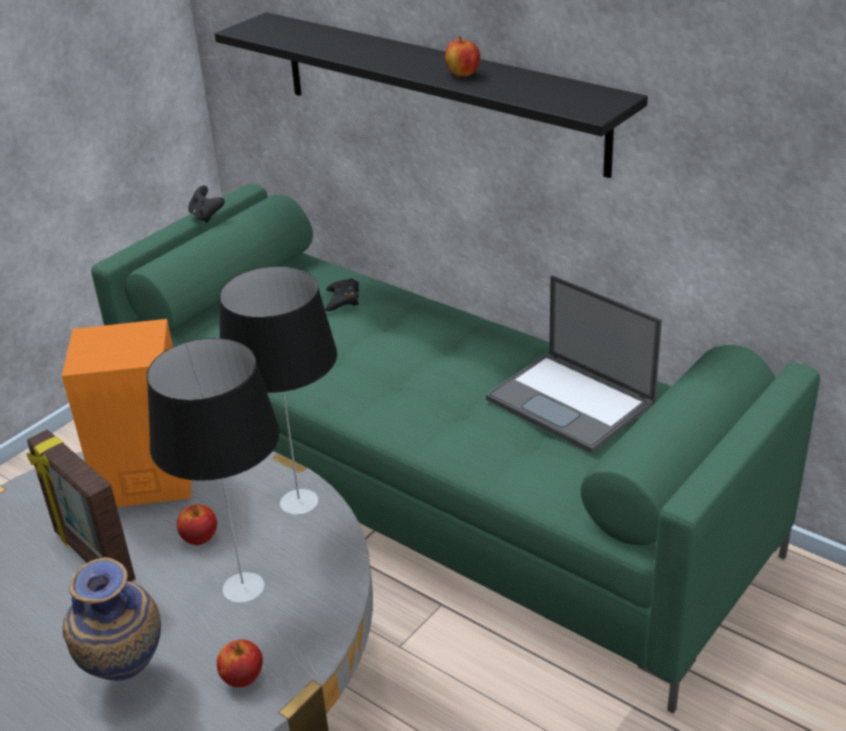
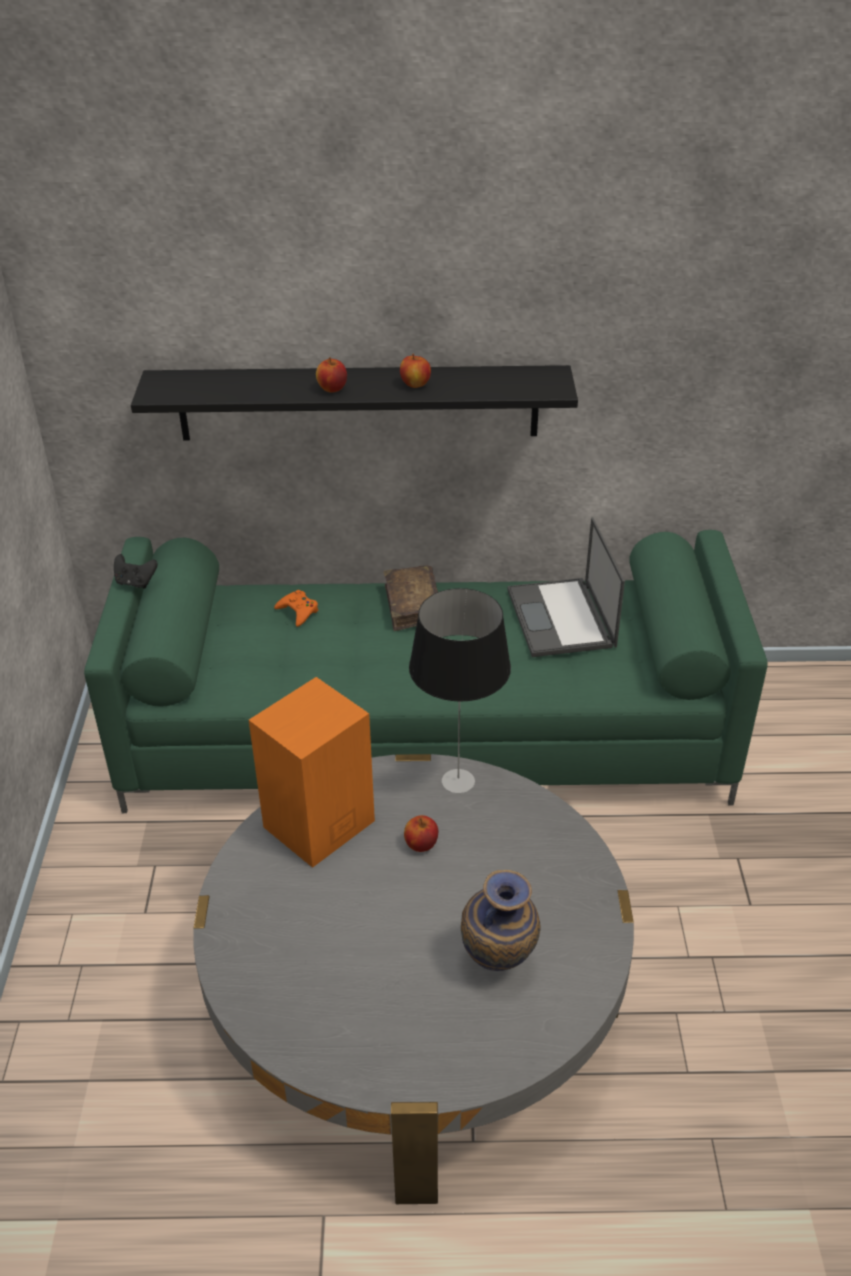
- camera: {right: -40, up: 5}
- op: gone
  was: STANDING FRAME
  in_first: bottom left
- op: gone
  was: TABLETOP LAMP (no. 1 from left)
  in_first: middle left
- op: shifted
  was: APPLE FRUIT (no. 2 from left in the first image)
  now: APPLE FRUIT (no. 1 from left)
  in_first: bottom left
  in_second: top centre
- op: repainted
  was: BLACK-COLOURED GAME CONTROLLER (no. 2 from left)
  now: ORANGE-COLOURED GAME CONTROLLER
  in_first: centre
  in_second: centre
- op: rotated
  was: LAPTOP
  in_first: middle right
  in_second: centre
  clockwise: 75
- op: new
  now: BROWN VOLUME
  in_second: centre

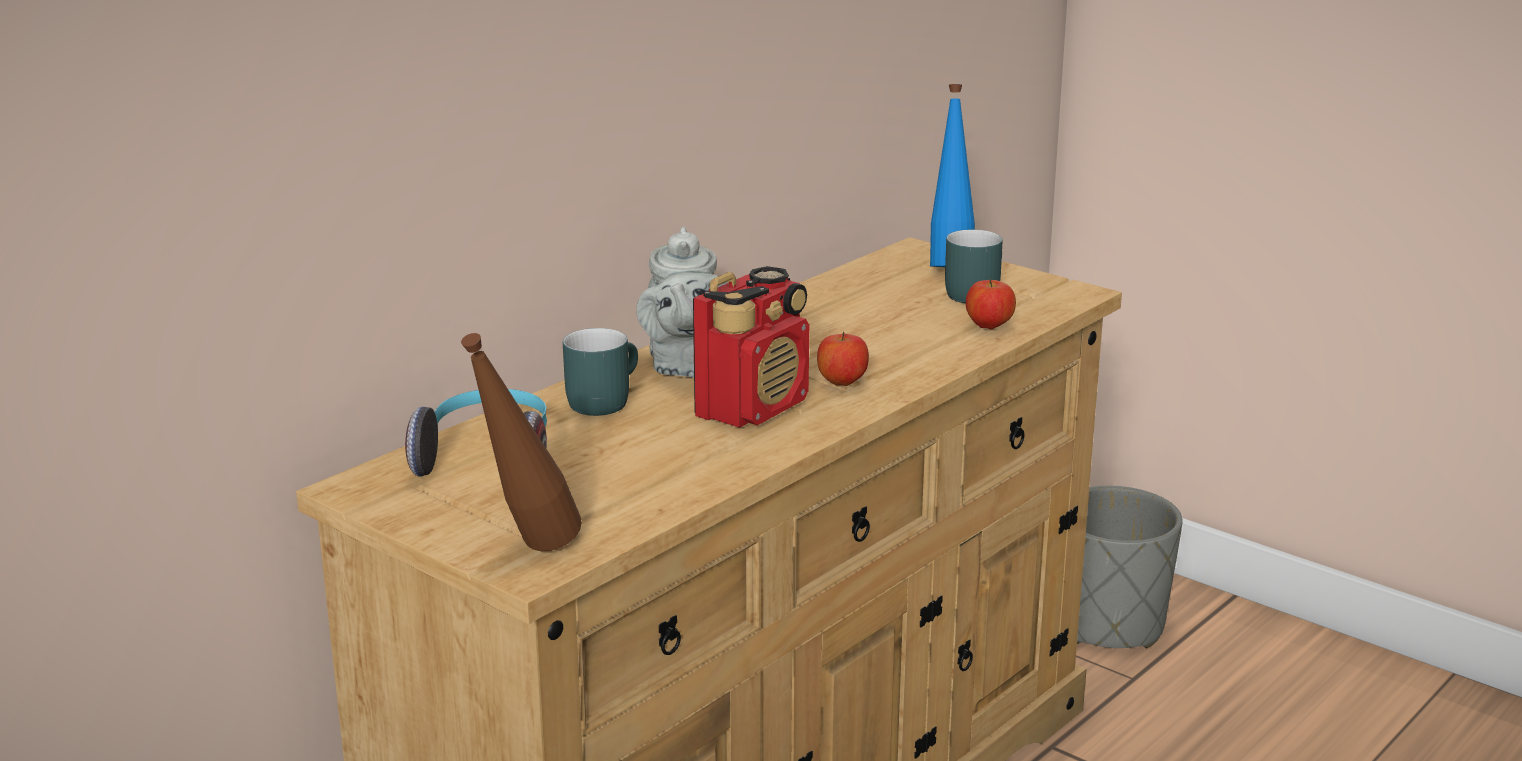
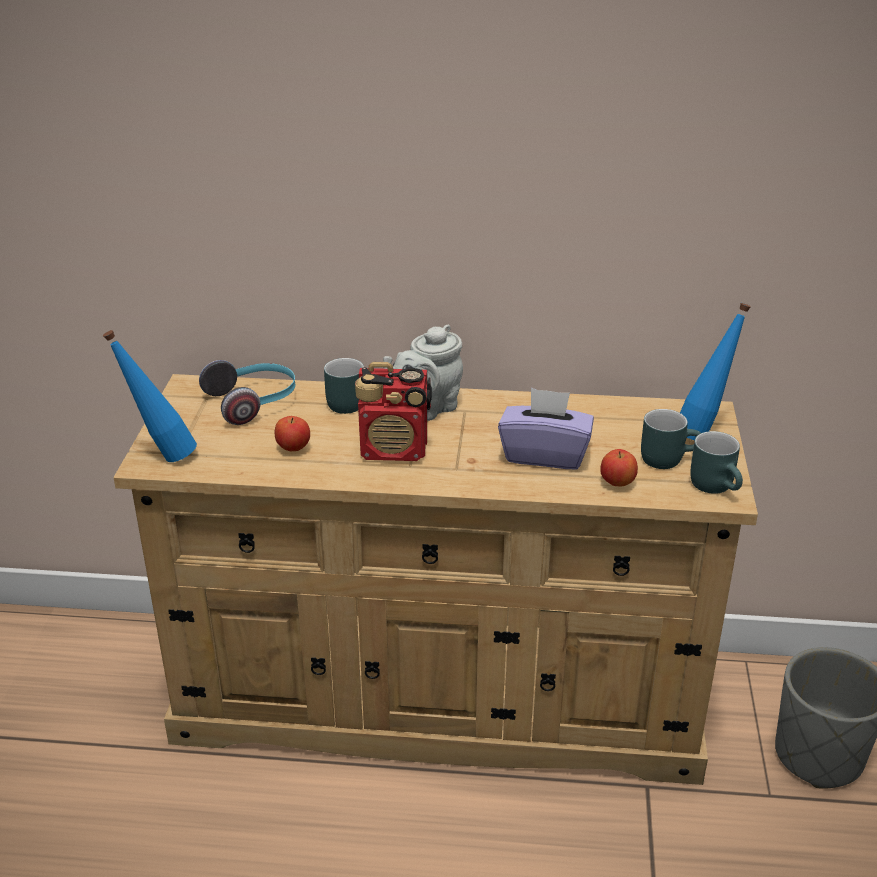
- camera: {right: 55, up: 10}
- op: repainted
  was: BROWN BEVERAGE BOTTLE
  now: BLUISH BEVERAGE BOTTLE (no. 1 from left)
  in_first: centre
  in_second: middle left
- op: shifted
  was: APPLE FRUIT (no. 1 from left)
  in_first: centre
  in_second: middle left
- op: new
  now: PURPLE-COLOURED TISSUE BOX
  in_second: centre
- op: new
  now: TURQUOISE-COLOURED TEA MUG (no. 3 from left)
  in_second: middle right

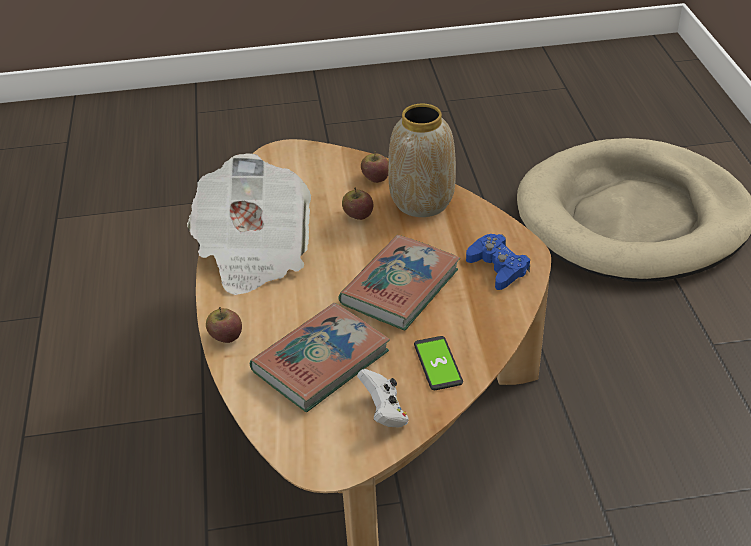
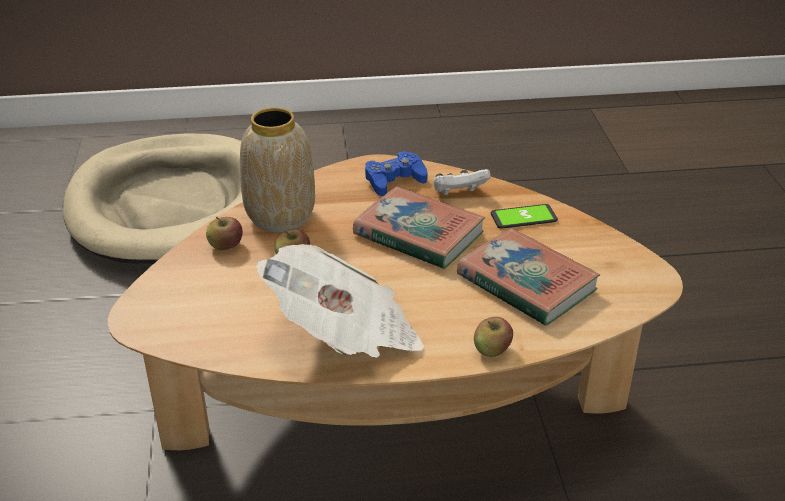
- camera: {right: -90, up: -5}
- op: shifted
  was: WHITISH GAME CONTROLLER
  in_first: bottom centre
  in_second: centre

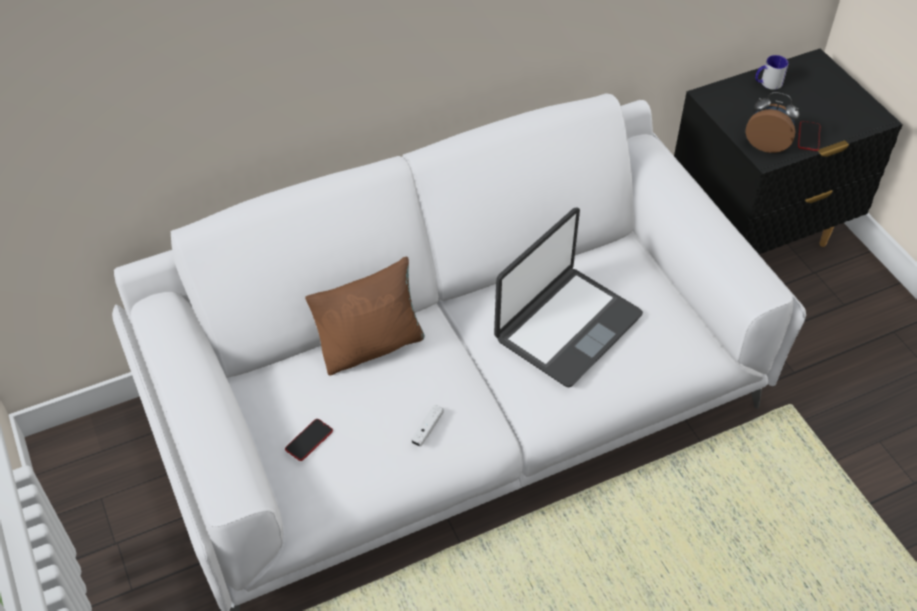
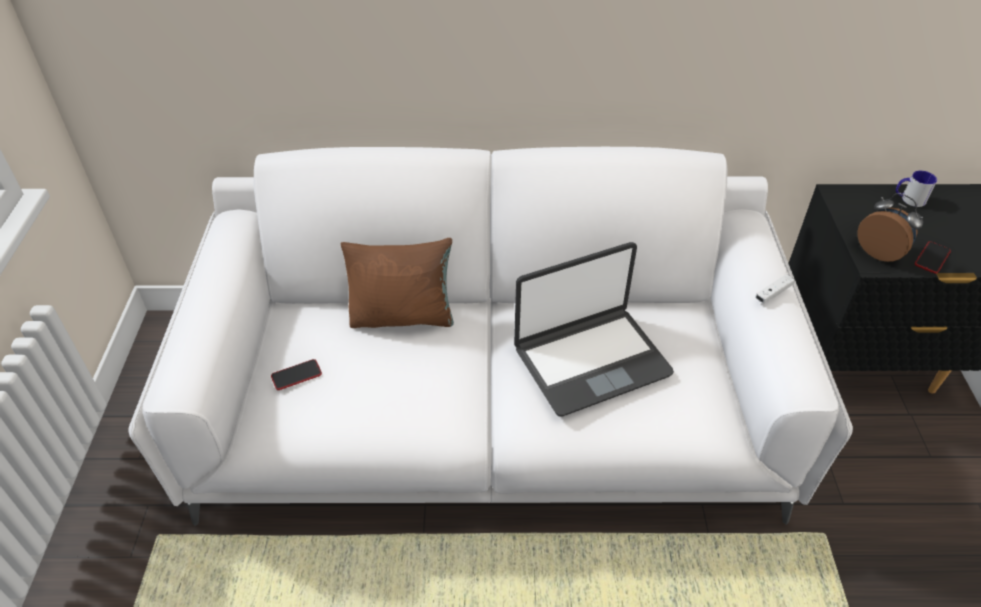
- camera: {right: 25, up: -5}
- op: shifted
  was: WHITISH GAME CONTROLLER
  in_first: bottom centre
  in_second: middle right

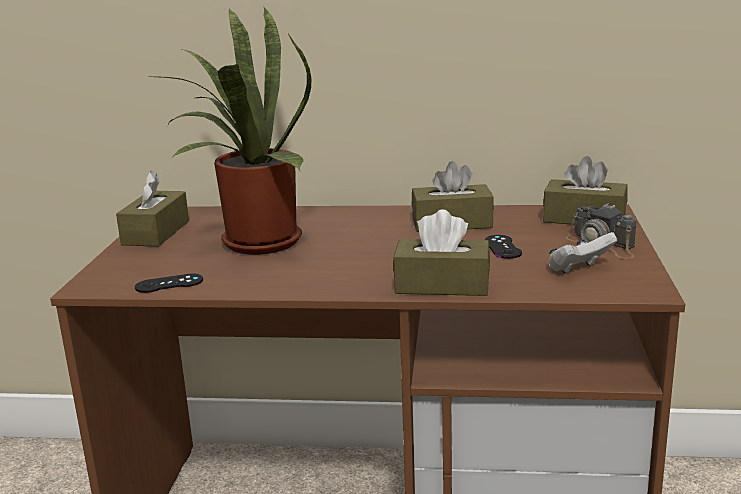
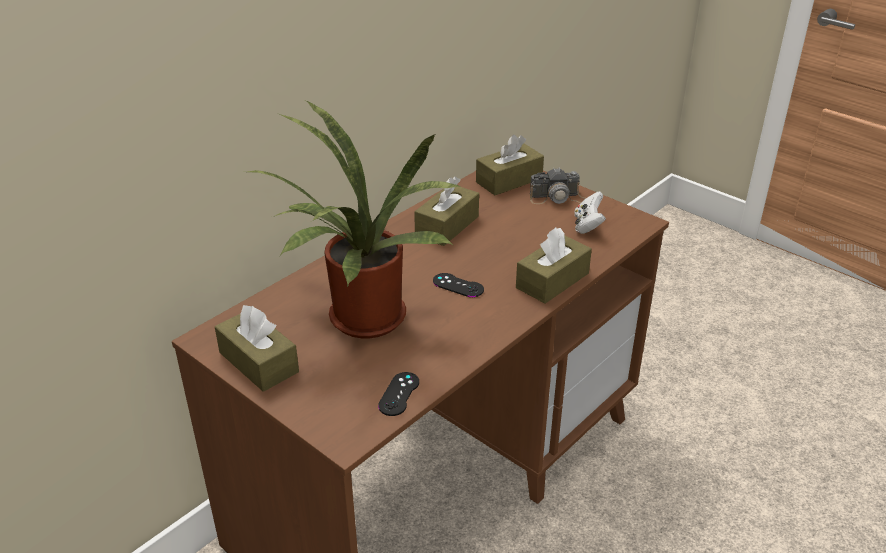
- camera: {right: -55, up: 15}
- op: shifted
  was: BLACK-COLOURED GAME CONTROLLER (no. 2 from left)
  in_first: middle right
  in_second: centre

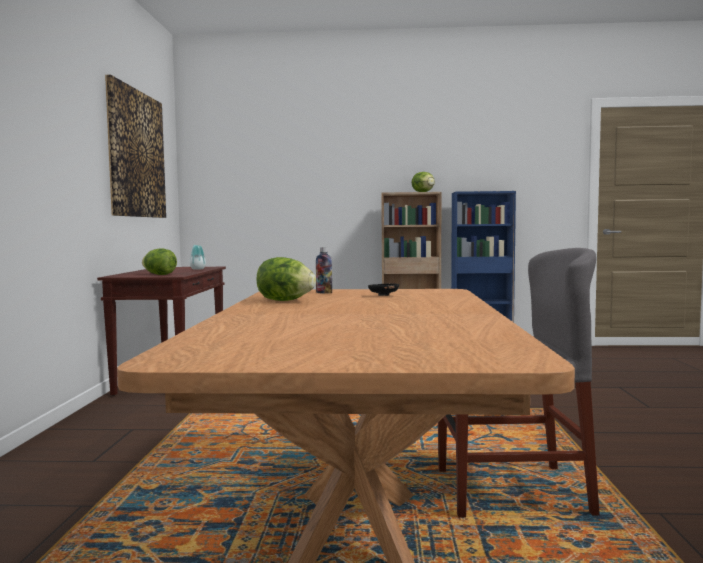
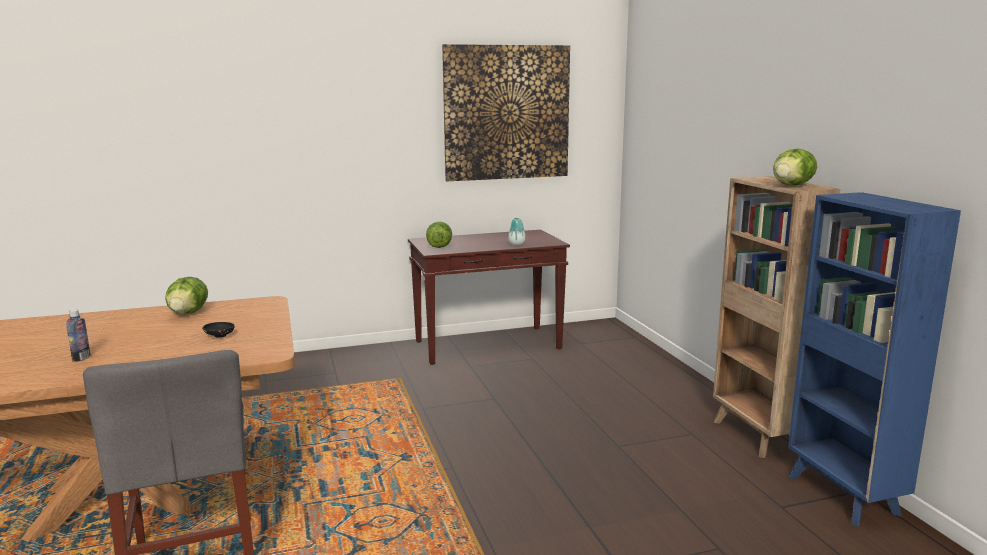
- camera: {right: 70, up: 10}
- op: shifted
  was: BEVERAGE BOTTLE
  in_first: centre
  in_second: middle left

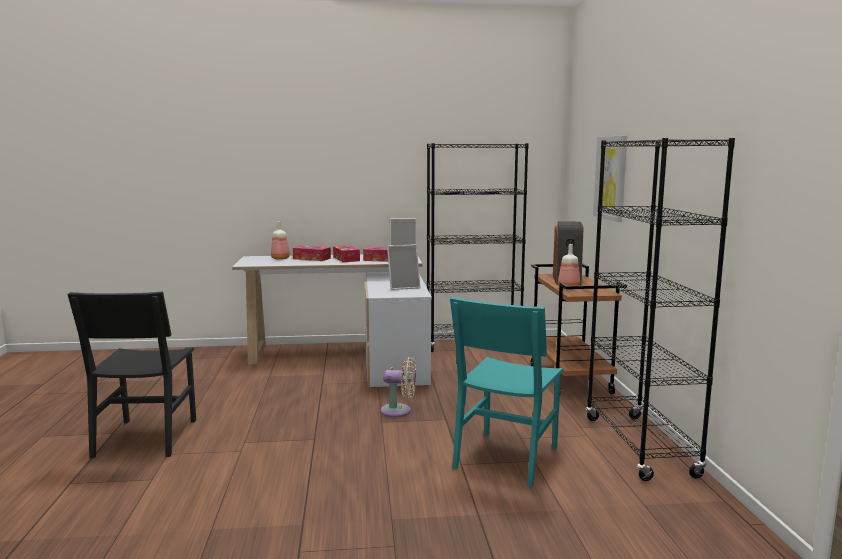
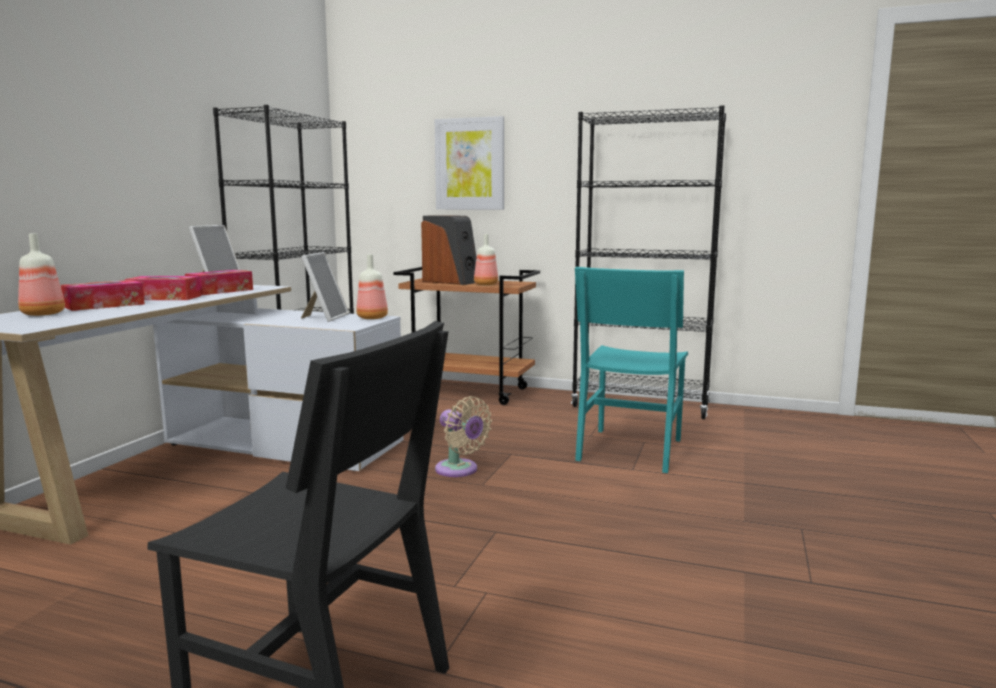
- camera: {right: -65, up: 0}
- op: rotated
  was: BEIGE-COLOURED ELECTRIC FAN
  in_first: bottom centre
  in_second: centre
  clockwise: 105
- op: rotated
  was: TURQUOISE-COLOURED CHAIR
  in_first: bottom centre
  in_second: centre
  clockwise: 60
- op: new
  now: BEVERAGE BOTTLE (no. 2 from left)
  in_second: centre

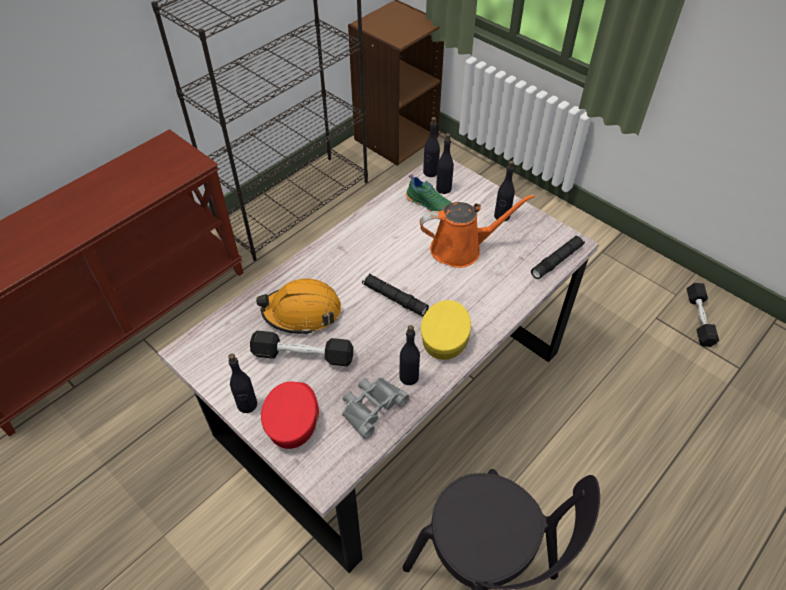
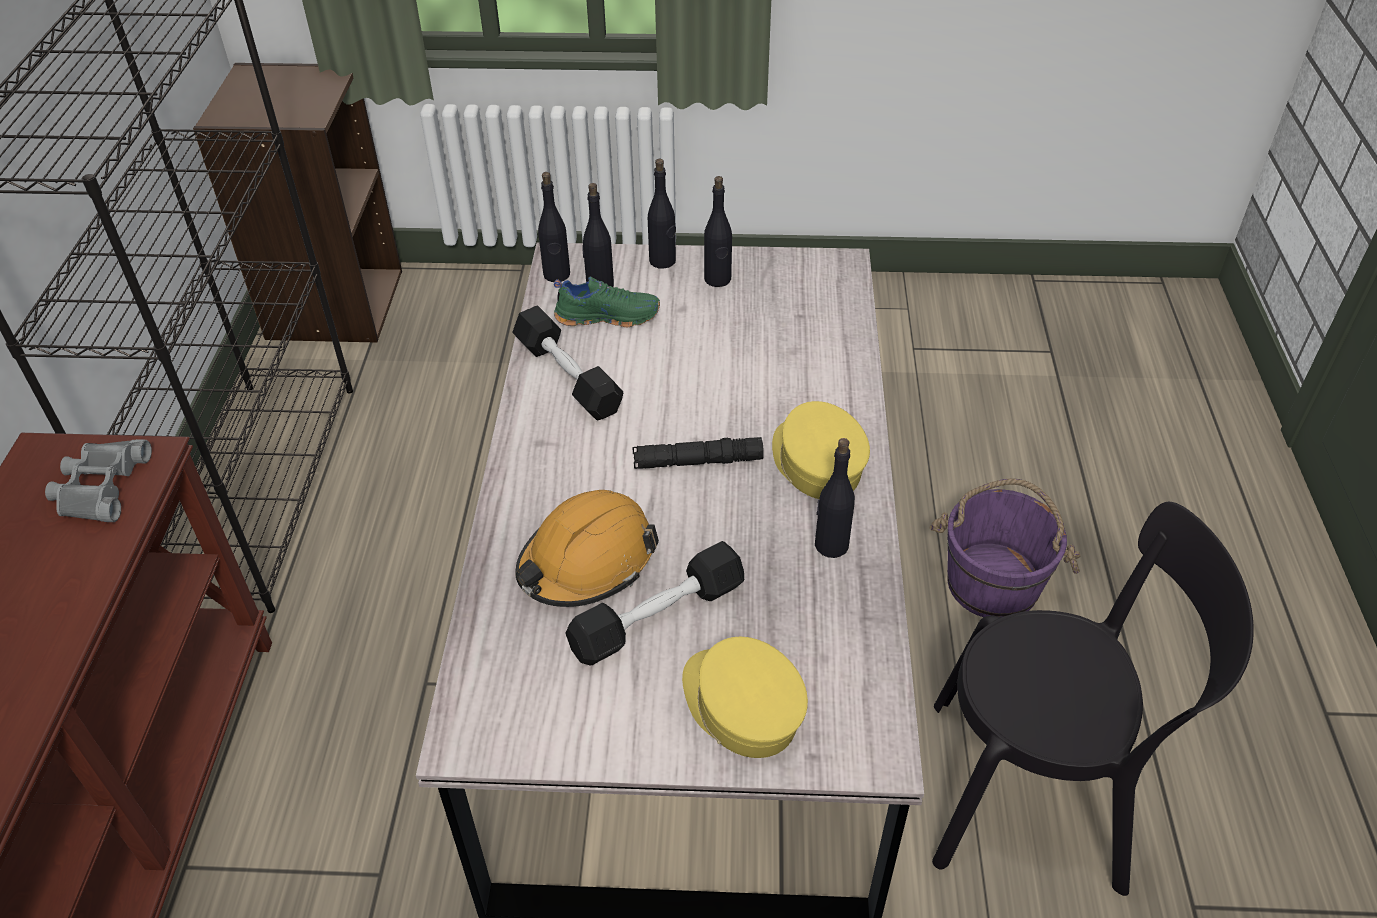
- camera: {right: -40, up: -5}
- op: shifted
  was: BLACK-COLOURED BEVERAGE BOTTLE (no. 1 from left in the first image)
  now: BLACK-COLOURED BEVERAGE BOTTLE (no. 3 from left)
  in_first: middle left
  in_second: top centre
- op: repainted
  was: RED PEAKED CAP
  now: YELLOW PEAKED CAP (no. 1 from left)
  in_first: bottom centre
  in_second: bottom centre
- op: shifted
  was: GREYISH FIELD GLASSES
  in_first: bottom centre
  in_second: middle left
- op: gone
  was: ORANGE-COLOURED WATERING CAN
  in_first: centre
- op: gone
  was: BLACK-COLOURED TORCH (no. 2 from left)
  in_first: middle right
- op: shifted
  was: BLACK-COLOURED DUMBBELL (no. 2 from left in the first image)
  now: BLACK-COLOURED DUMBBELL (no. 1 from left)
  in_first: middle right
  in_second: centre
- op: new
  now: PURPLE-COLOURED WATER BUCKET
  in_second: middle right

